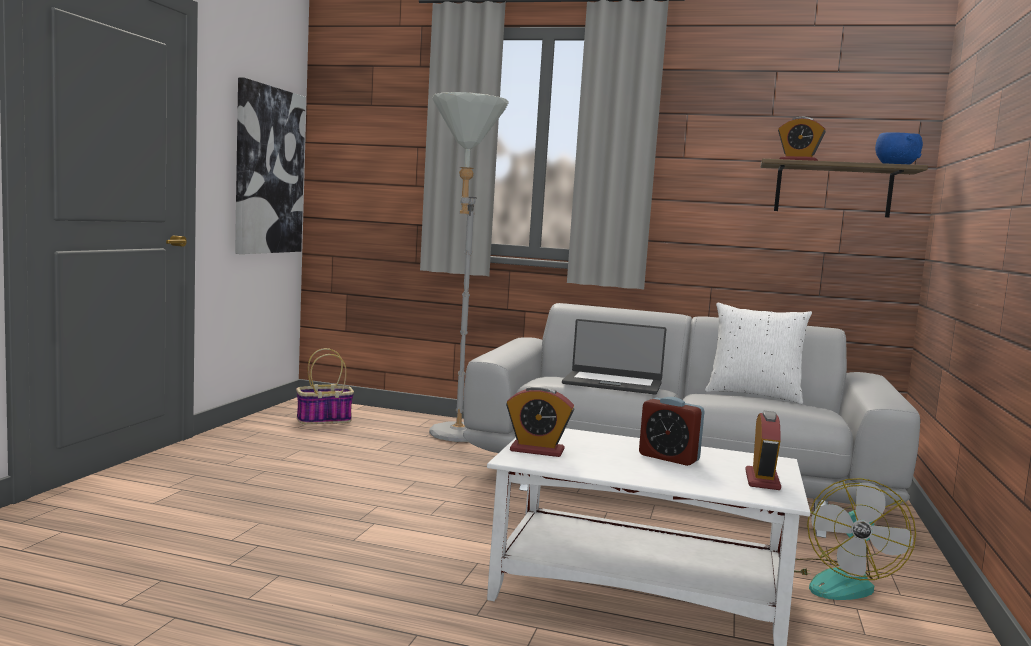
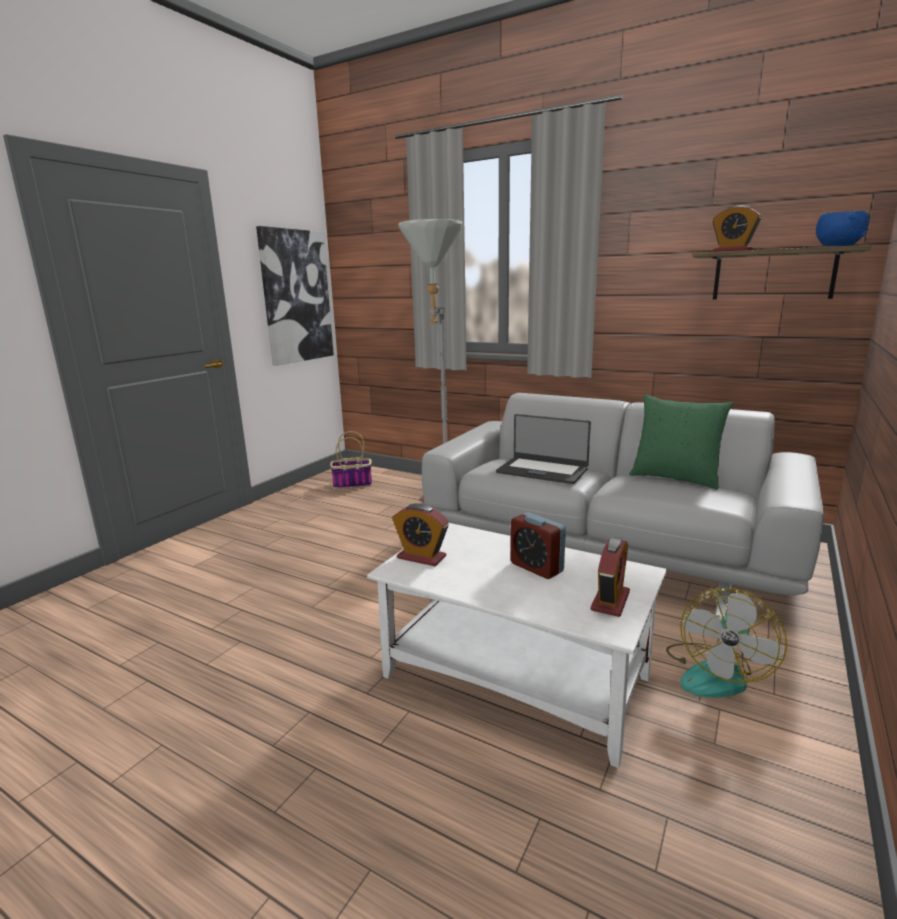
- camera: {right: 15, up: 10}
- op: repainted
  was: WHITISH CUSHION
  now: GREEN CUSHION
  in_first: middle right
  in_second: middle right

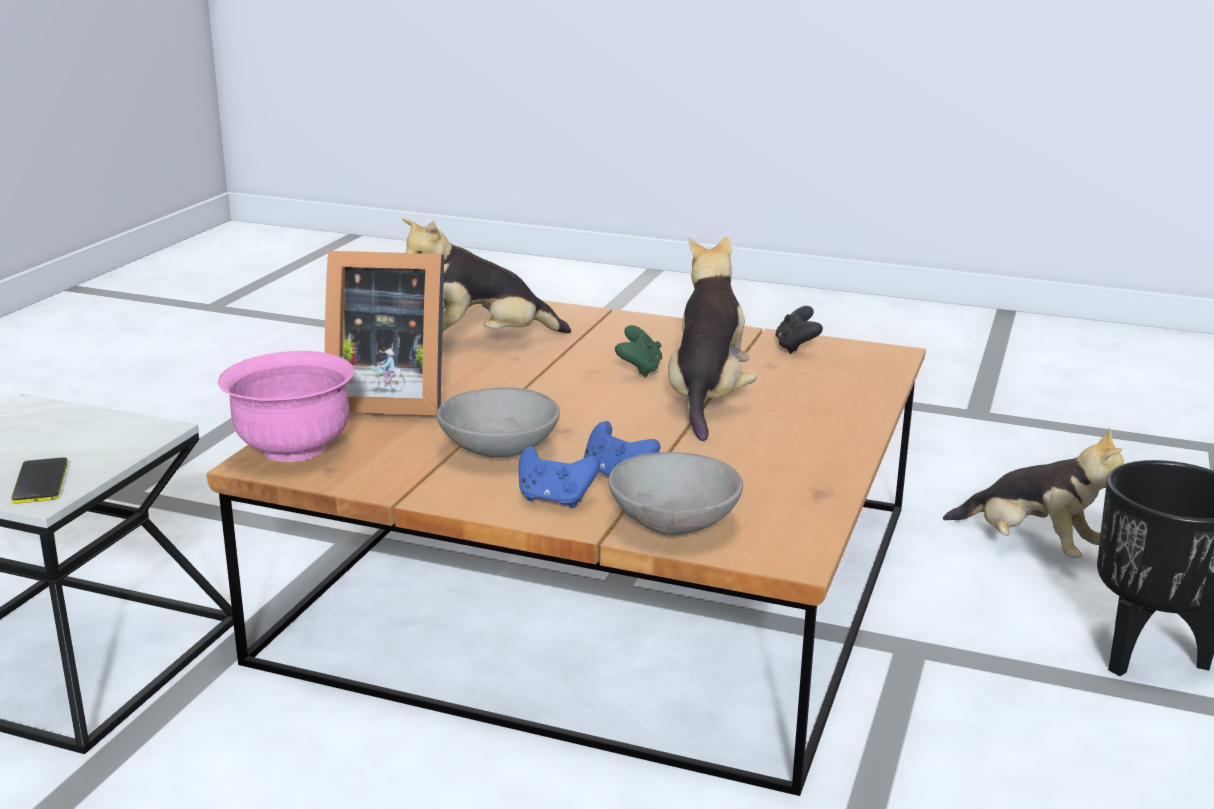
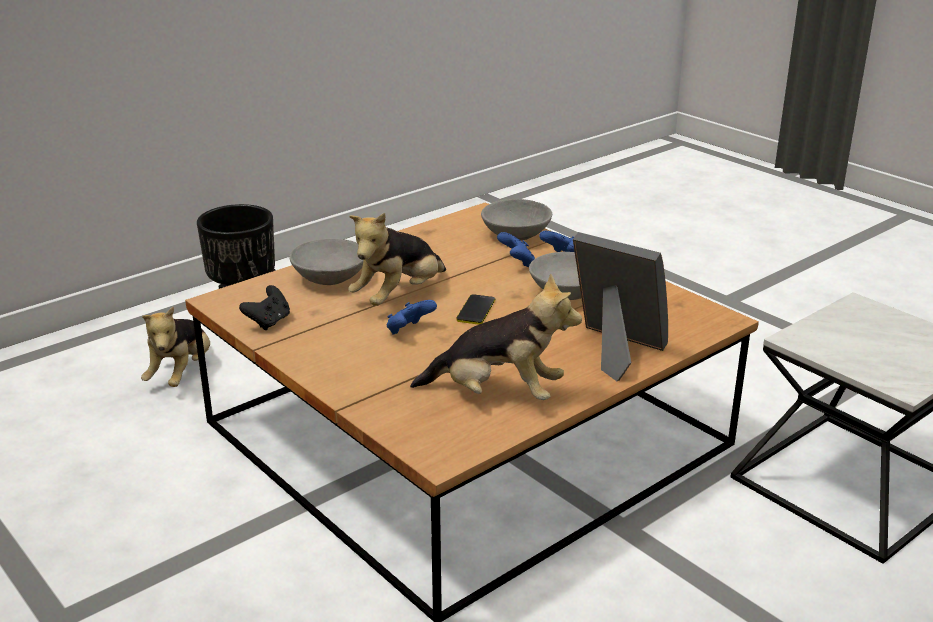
- camera: {right: -150, up: 5}
- op: shifted
  was: PHONE
  in_first: middle left
  in_second: centre
- op: gone
  was: PINKISH BOWL
  in_first: middle left
- op: repainted
  was: GREEN GAME CONTROLLER
  now: BLUISH GAME CONTROLLER (no. 1 from left)
  in_first: centre
  in_second: centre
- op: rotated
  was: PLUSH TOY (no. 3 from left in the first image)
  in_first: middle right
  in_second: middle left
  clockwise: -150
- op: new
  now: GREYISH BOWL (no. 1 from left)
  in_second: centre

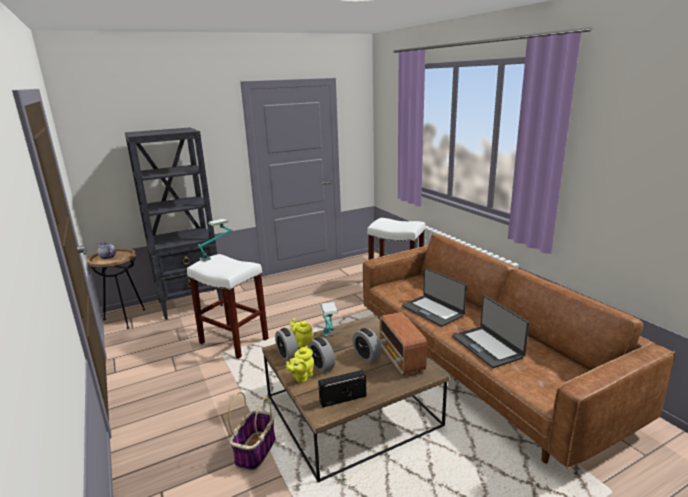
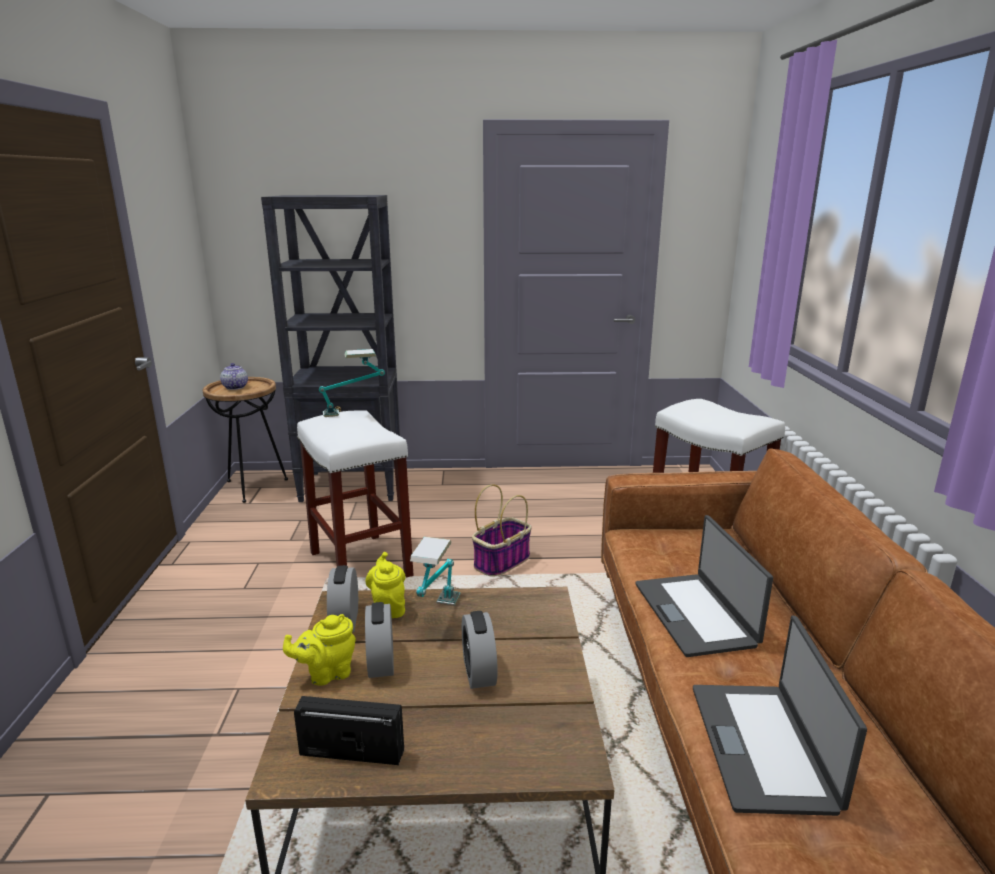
- camera: {right: 25, up: 0}
- op: shifted
  was: HOUSEHOLD BASKET
  in_first: bottom centre
  in_second: centre
- op: gone
  was: RADIO SET (no. 2 from left)
  in_first: bottom centre

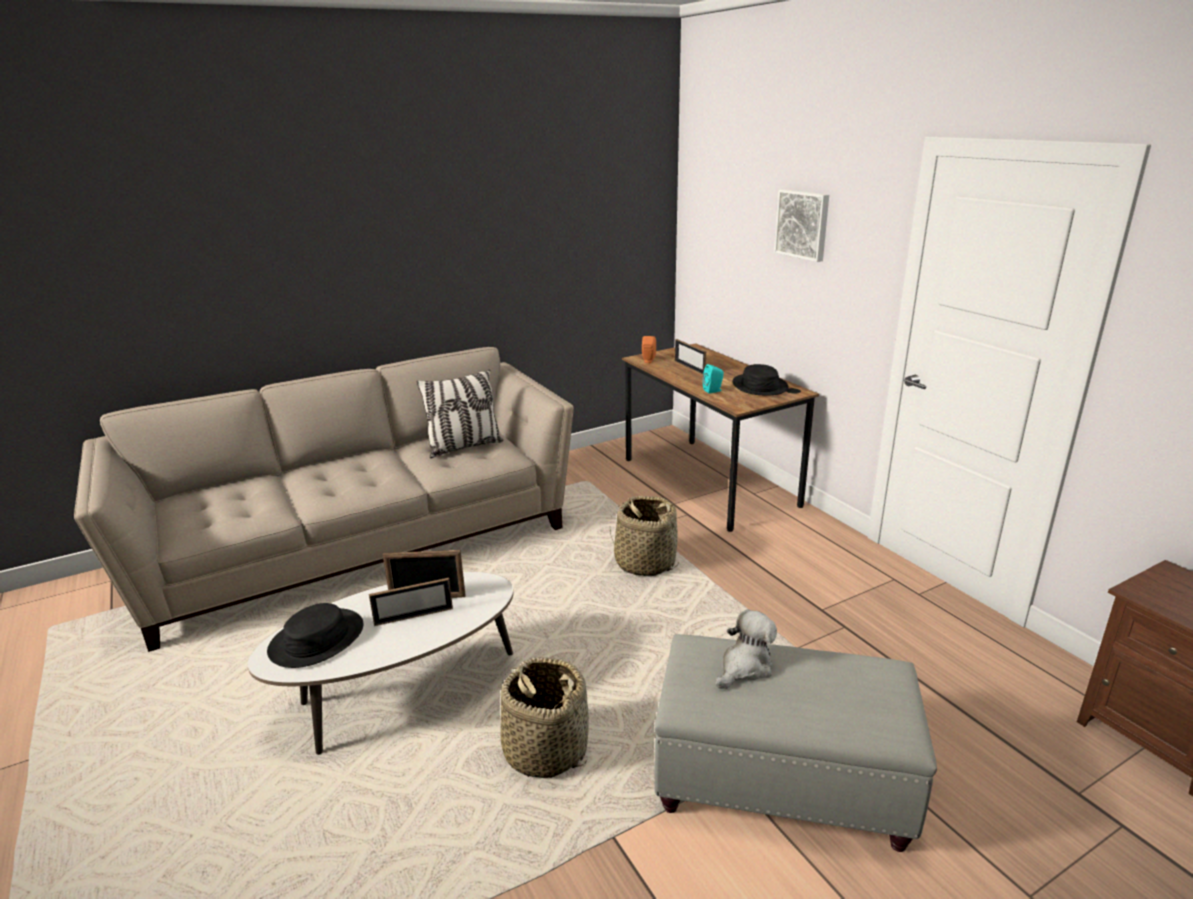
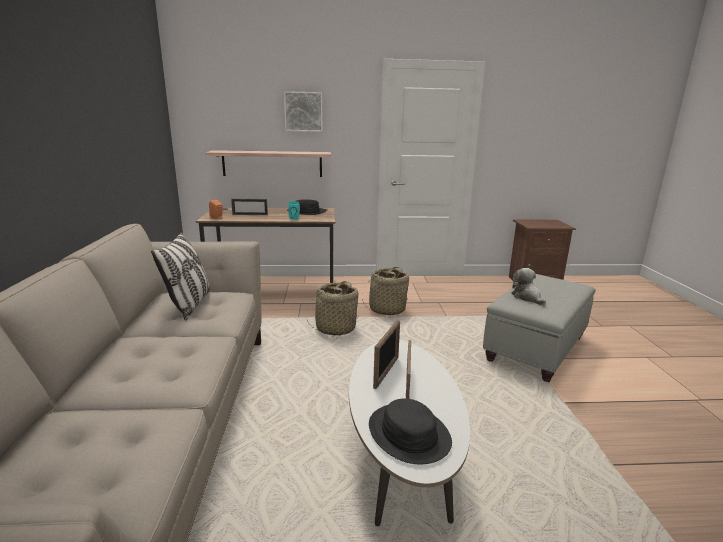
- camera: {right: -65, up: -5}
- op: shifted
  was: HOUSEHOLD BASKET (no. 1 from left in the first image)
  now: HOUSEHOLD BASKET (no. 2 from left)
  in_first: bottom centre
  in_second: centre
- op: new
  now: BRACKET SHELF
  in_second: top centre

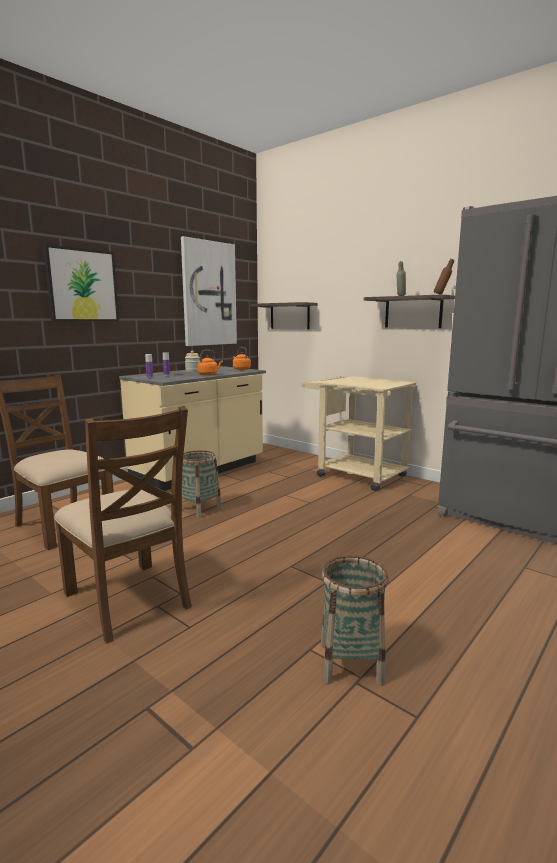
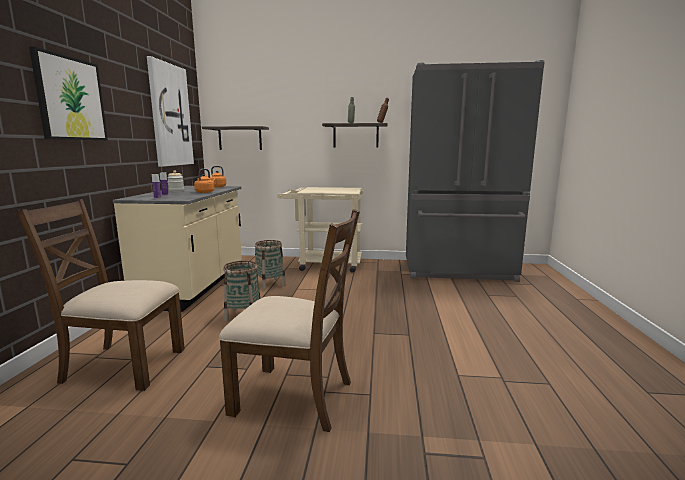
- camera: {right: -35, up: 0}
- op: shifted
  was: HOUSEHOLD BASKET (no. 2 from left)
  in_first: bottom centre
  in_second: centre

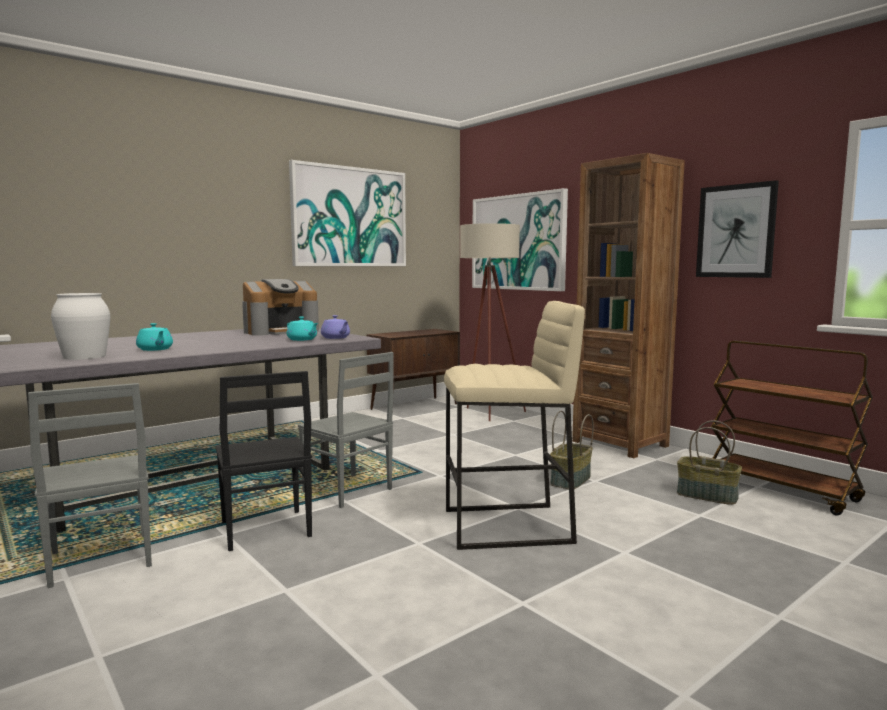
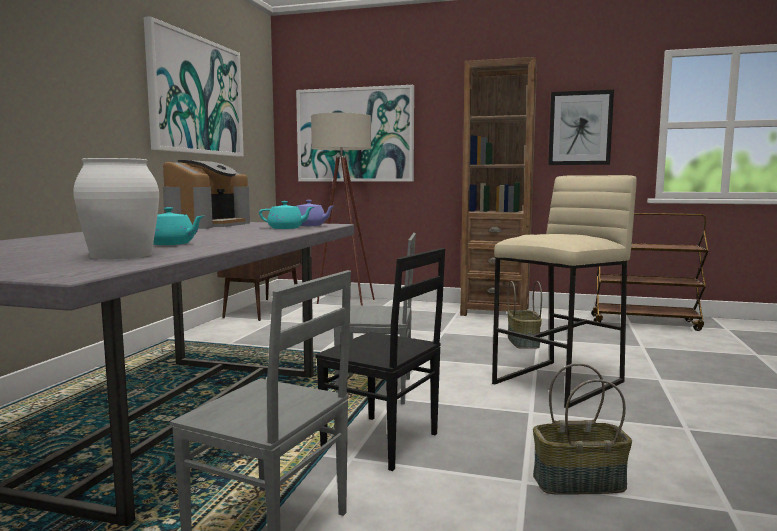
- camera: {right: -35, up: 0}
- op: shifted
  was: HOUSEHOLD BASKET (no. 2 from left)
  in_first: middle right
  in_second: bottom right

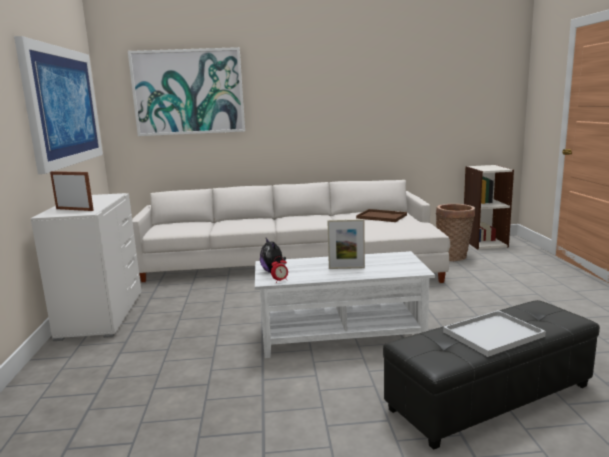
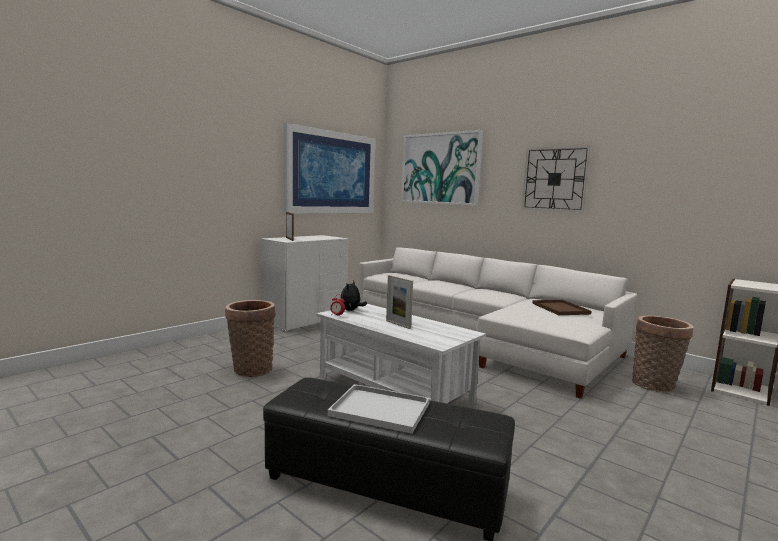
- camera: {right: 45, up: -5}
- op: new
  now: HOUSEHOLD BASKET (no. 1 from left)
  in_second: middle left
- op: new
  now: WALL CLOCK
  in_second: top right

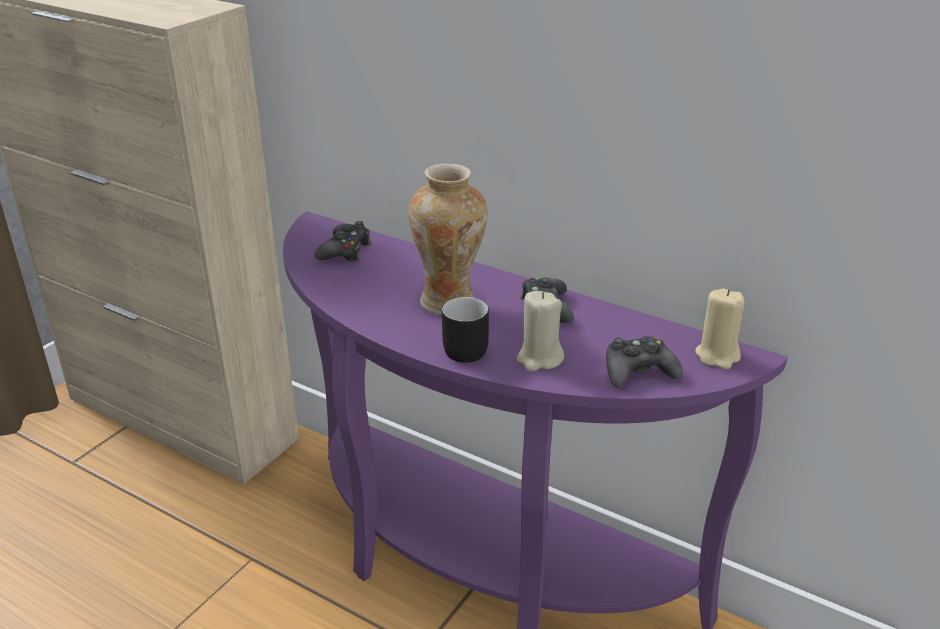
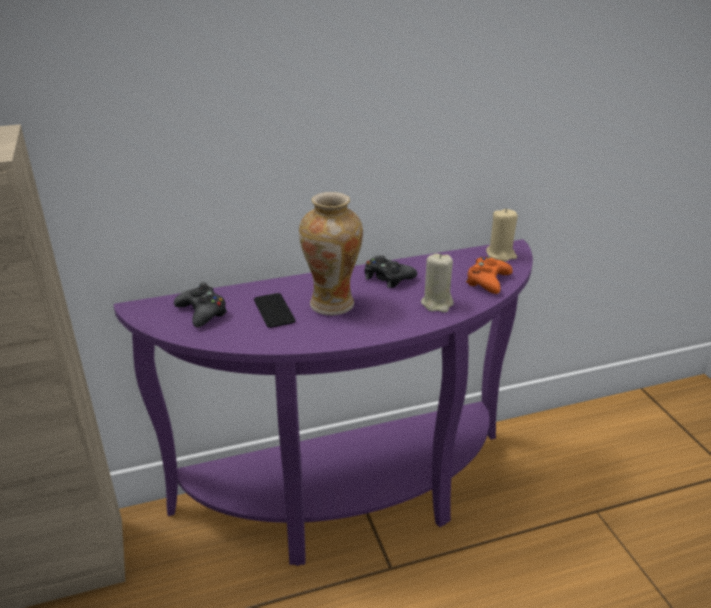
- camera: {right: -50, up: 0}
- op: gone
  was: BLACK-COLOURED TEA MUG
  in_first: centre
- op: repainted
  was: BLACK-COLOURED GAME CONTROLLER (no. 3 from left)
  now: ORANGE-COLOURED GAME CONTROLLER
  in_first: middle right
  in_second: middle right
- op: new
  now: PHONE
  in_second: centre

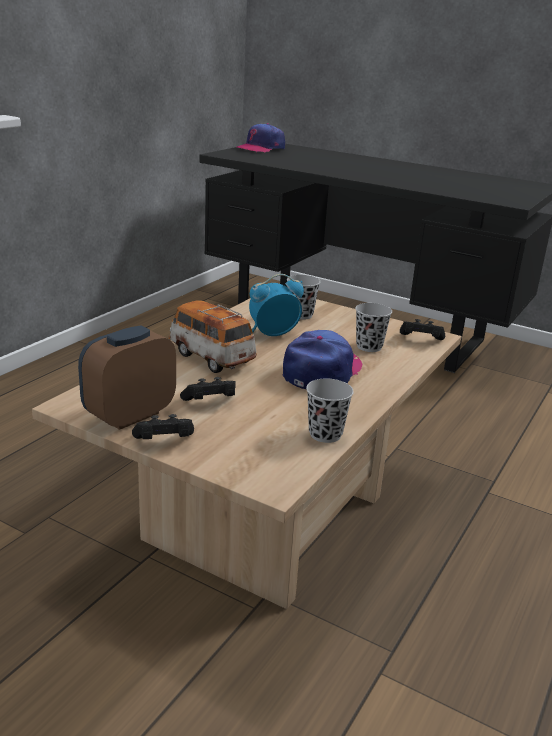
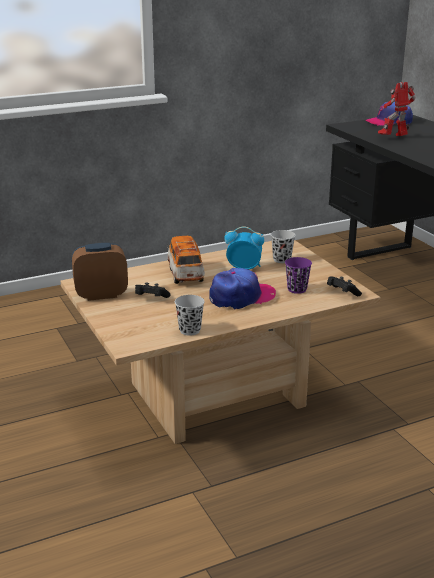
- camera: {right: 35, up: 0}
- op: gone
  was: BLACK-COLOURED GAME CONTROLLER (no. 1 from left)
  in_first: middle left
- op: repainted
  was: BLACK-COLOURED CUP (no. 3 from left)
  now: PURPLE-COLOURED CUP
  in_first: middle right
  in_second: middle right
- op: new
  now: ROBOT FIGURE
  in_second: top right

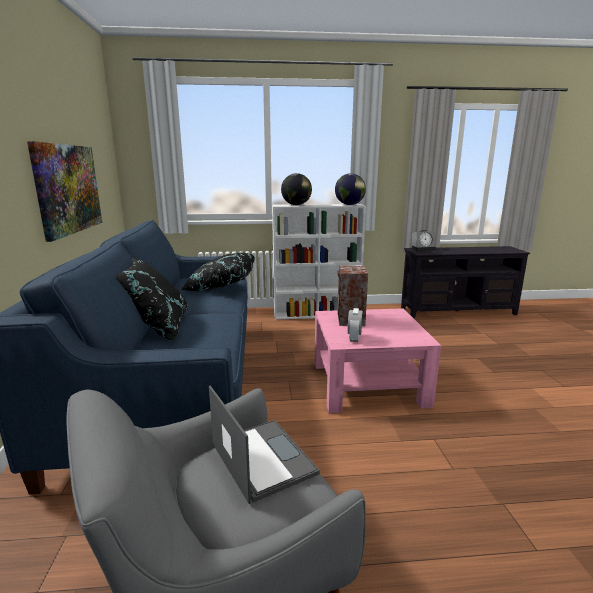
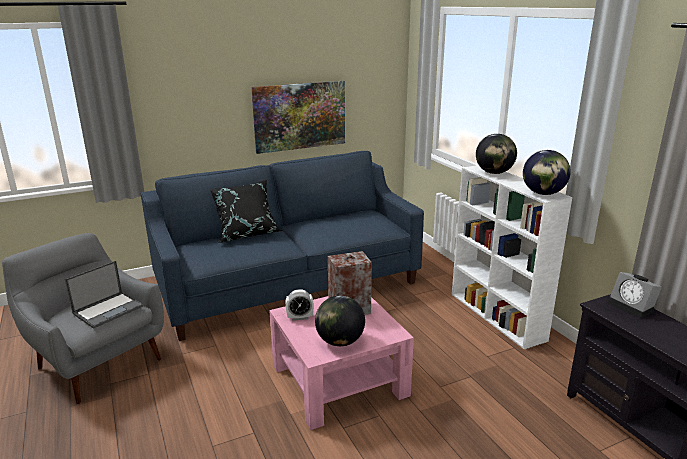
- camera: {right: 70, up: 5}
- op: gone
  was: BLACK-COLOURED CUSHION (no. 2 from left)
  in_first: centre
- op: new
  now: DESK GLOBE (no. 1 from left)
  in_second: bottom centre

